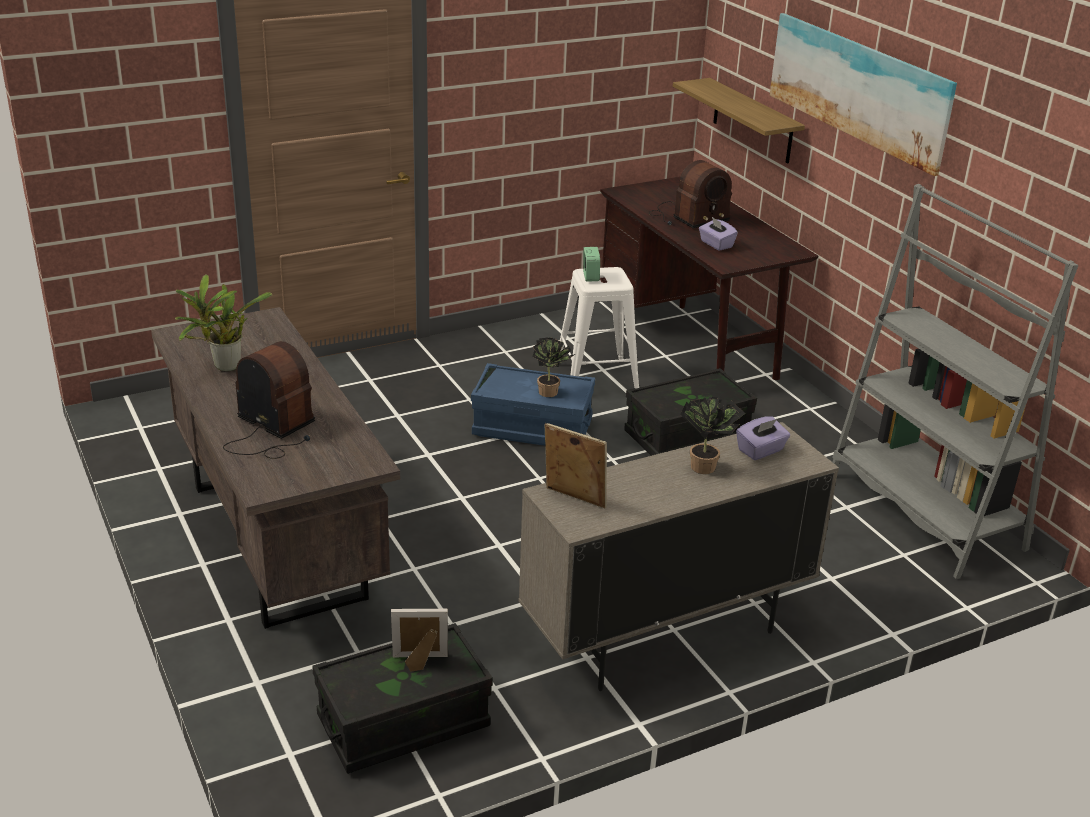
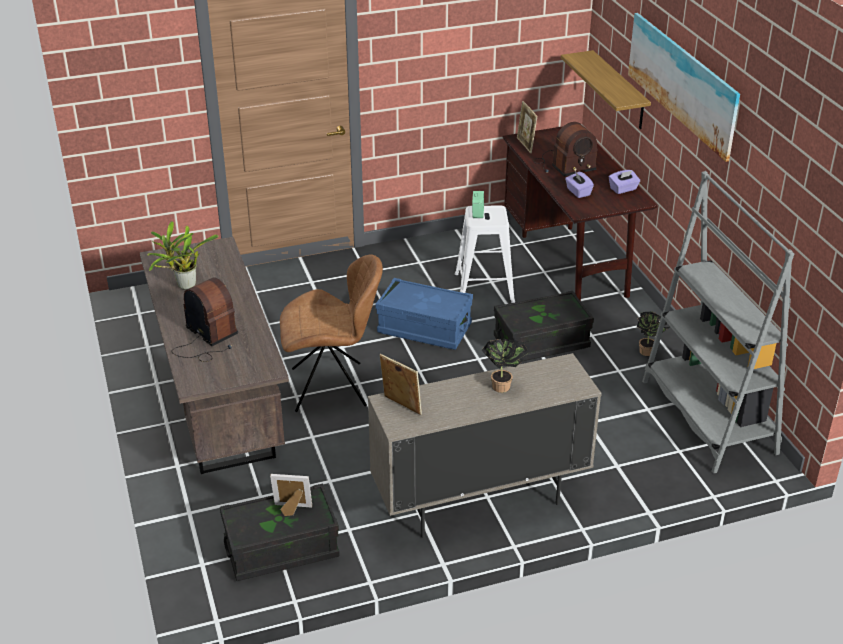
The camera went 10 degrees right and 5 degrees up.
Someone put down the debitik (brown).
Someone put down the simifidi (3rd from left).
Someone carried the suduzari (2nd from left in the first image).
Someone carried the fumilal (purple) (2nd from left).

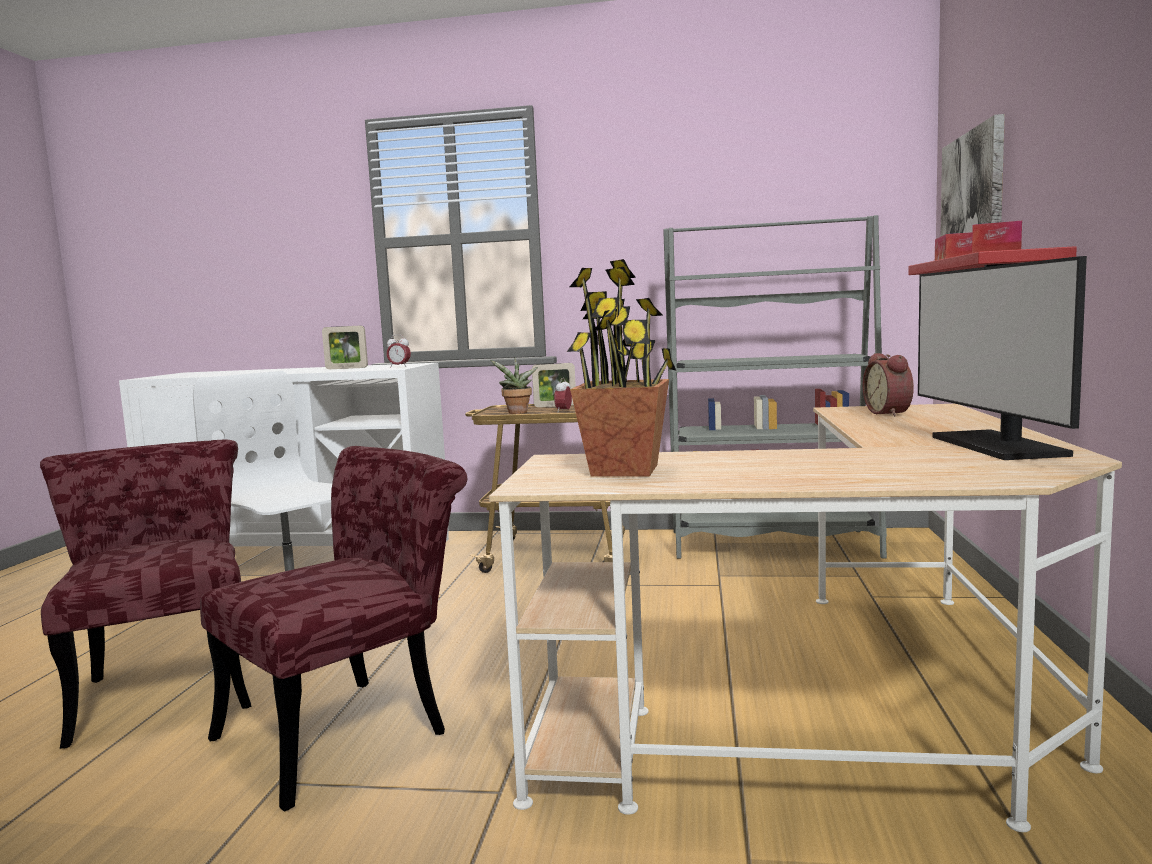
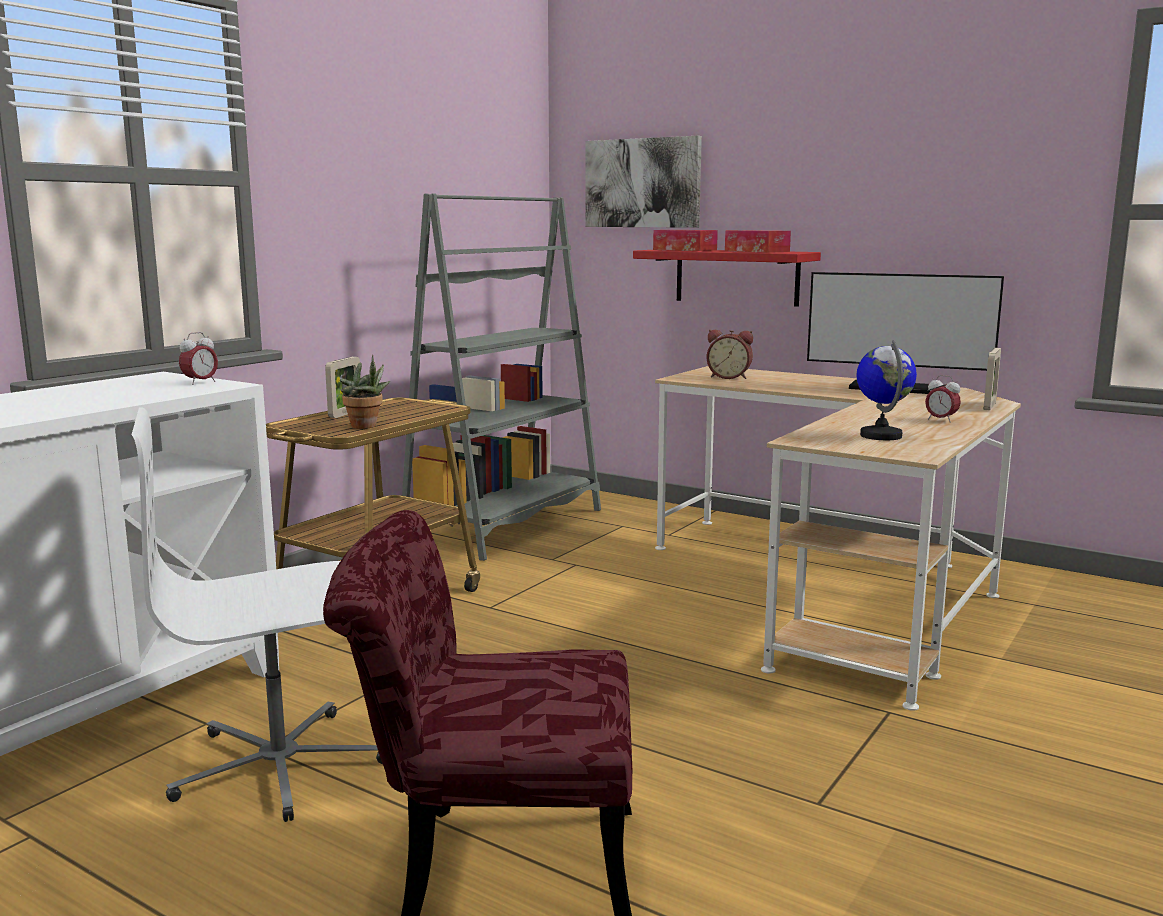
The camera went 65 degrees left and 5 degrees up.
Someone took away the debitik (red) (2nd from left).
Someone carried the simifidi (1st from left in the first image).
Someone carried the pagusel (2nd from left in the first image).
Someone swapped the suduzari (2nd from left) for the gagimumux.

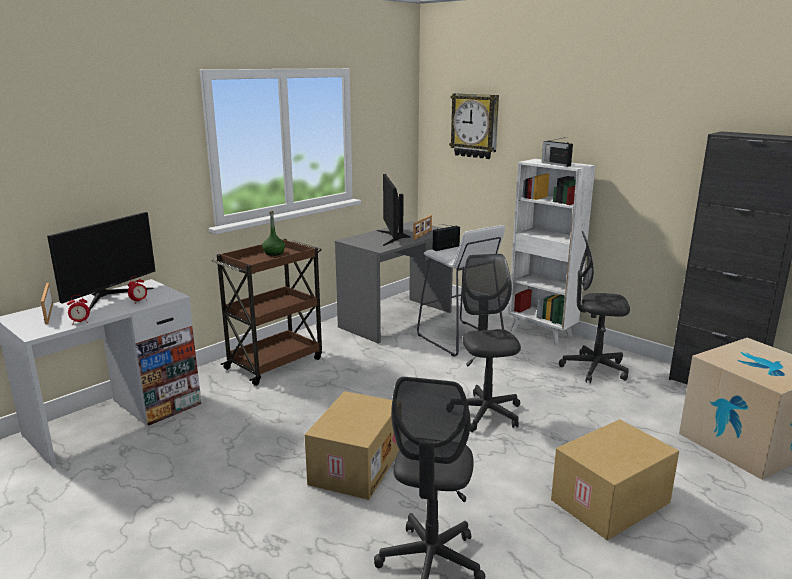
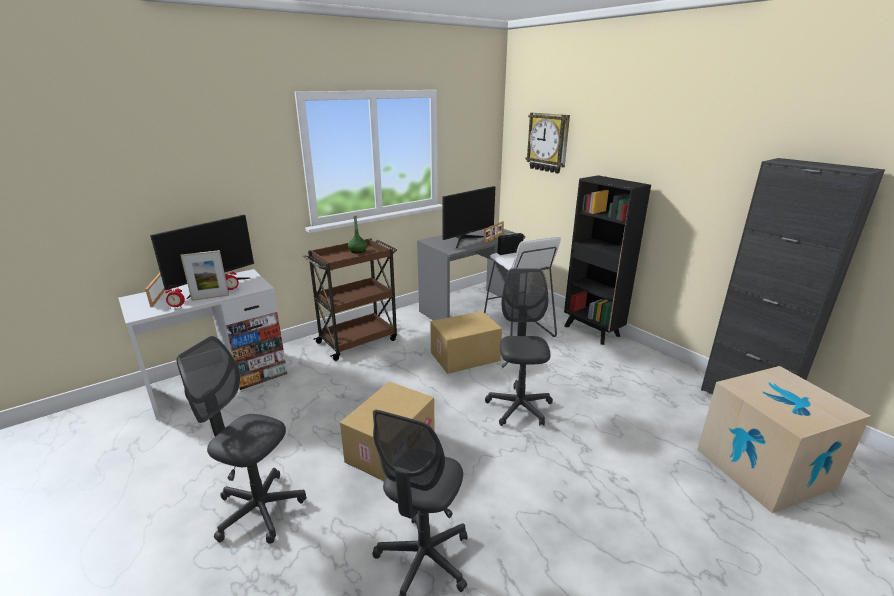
The camera went 10 degrees right and 5 degrees up.
Someone took away the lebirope (2nd from left).
Someone put down the simifidi (2nd from left).
Someone carried the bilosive (2nd from left).
Someone carried the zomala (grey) (3rd from left in the first image).
Someone repainted the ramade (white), which became the ramade (black).
Someone rotated the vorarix (2nd from left) by 135 degrees counterclockwise.

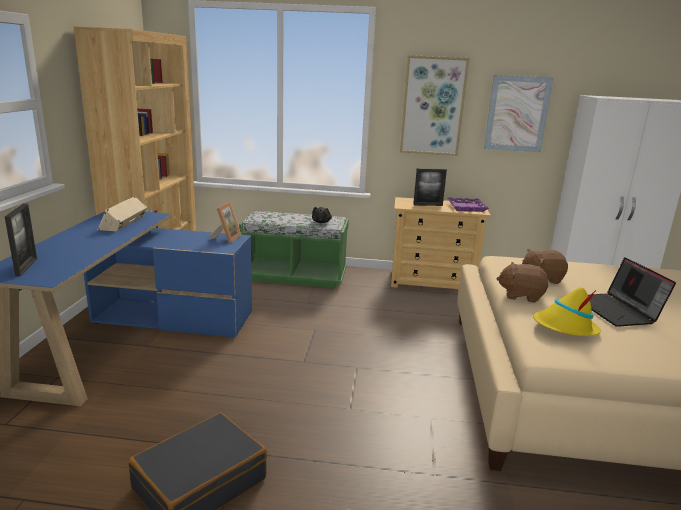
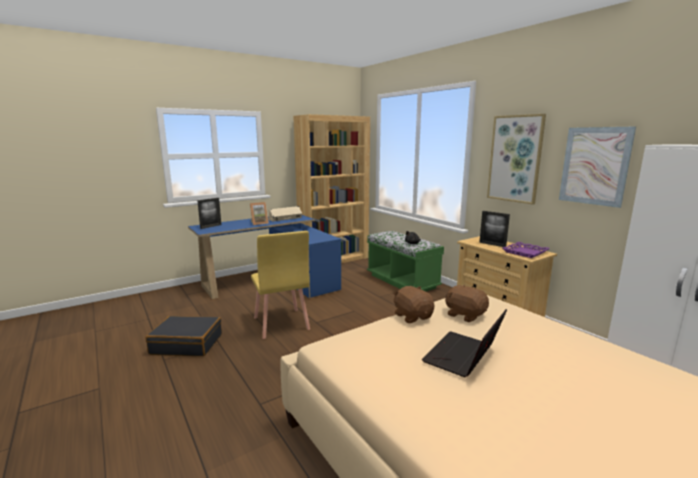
The camera went 50 degrees right and 5 degrees down.
Someone took away the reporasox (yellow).
Someone put down the debitik (yellow).
Someone carried the simifidi (2nd from left).

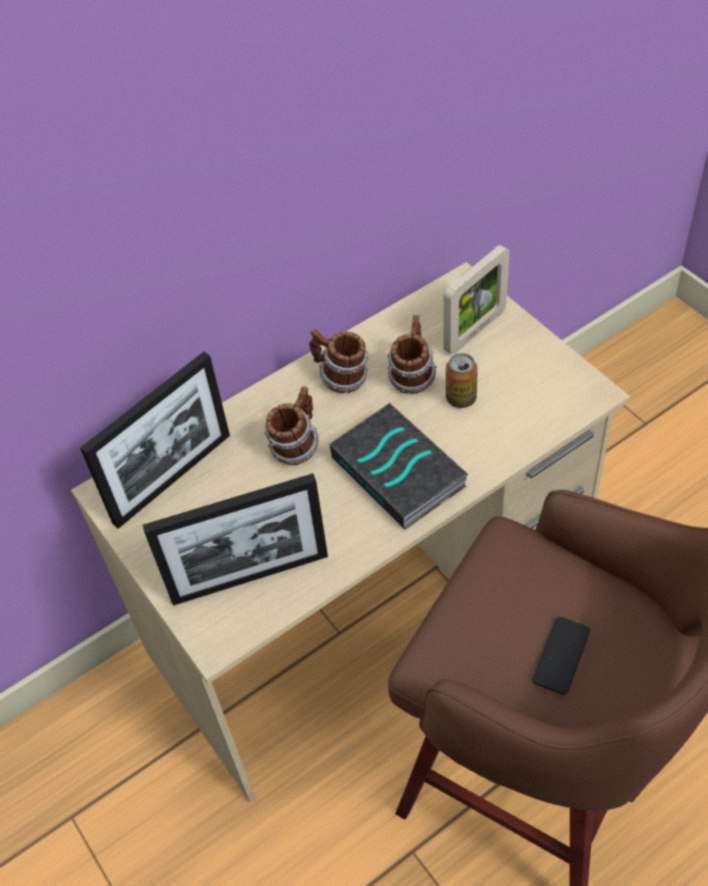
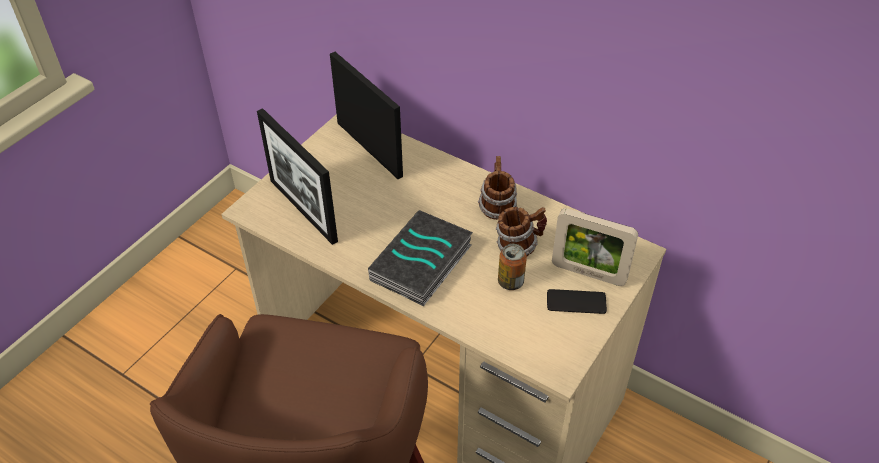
The camera went 65 degrees right and 5 degrees down.
Someone took away the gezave (1st from left).
Someone carried the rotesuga.
Someone rotated the simifidi (1st from left in the first image) by 150 degrees counterclockwise.

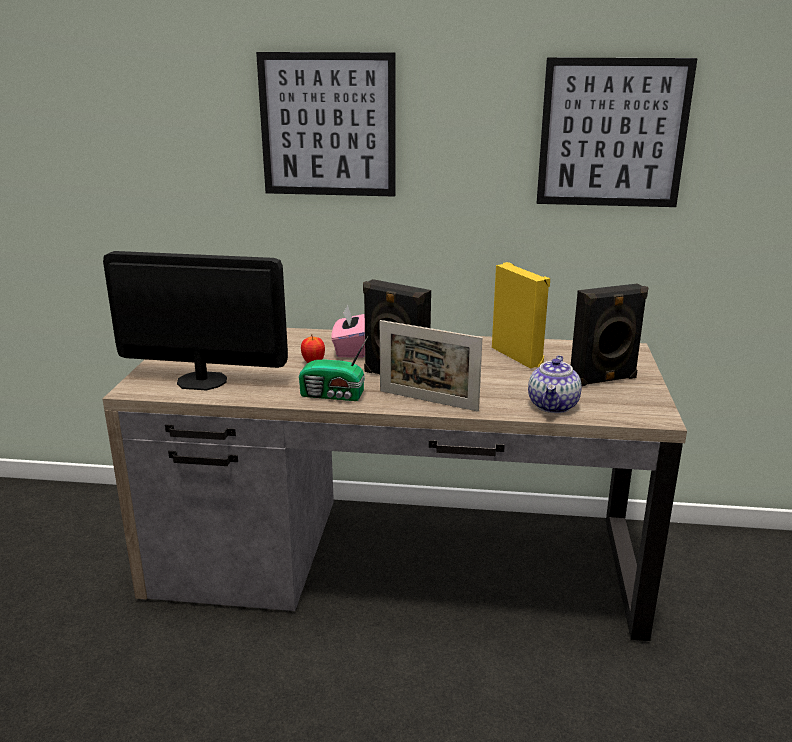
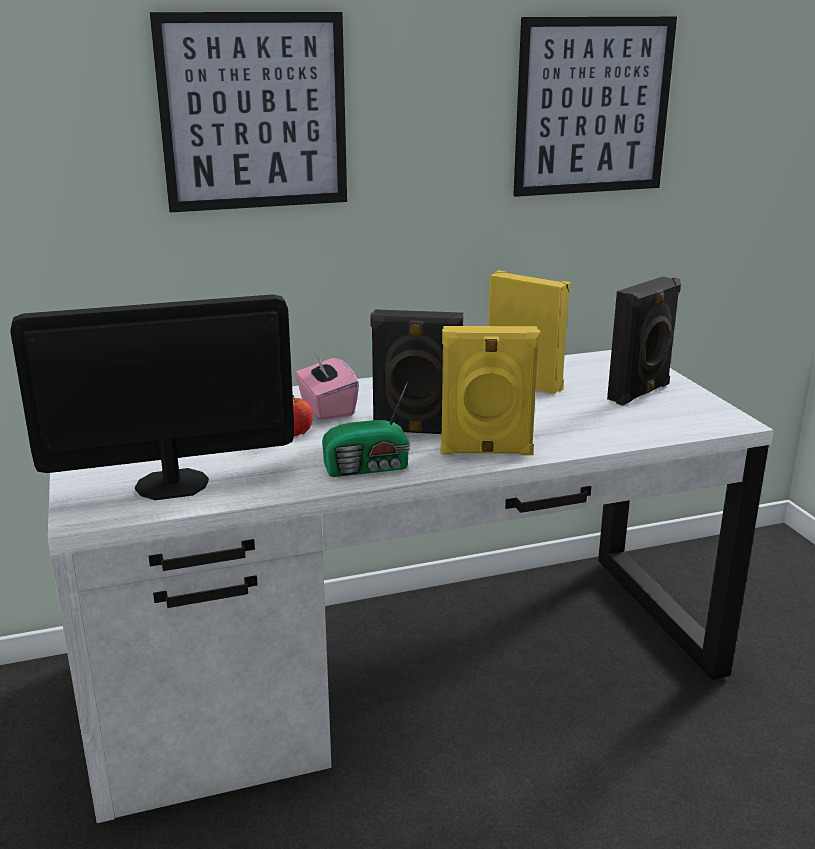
The camera went 25 degrees left and 0 degrees up.
Someone took away the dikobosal.
Someone swapped the simifidi for the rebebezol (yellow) (1st from left).
Someone repainted the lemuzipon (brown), which became the lemuzipon (white).

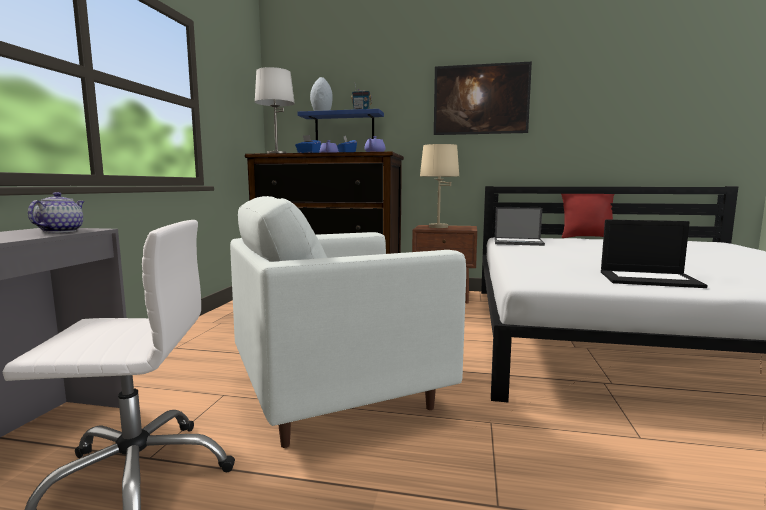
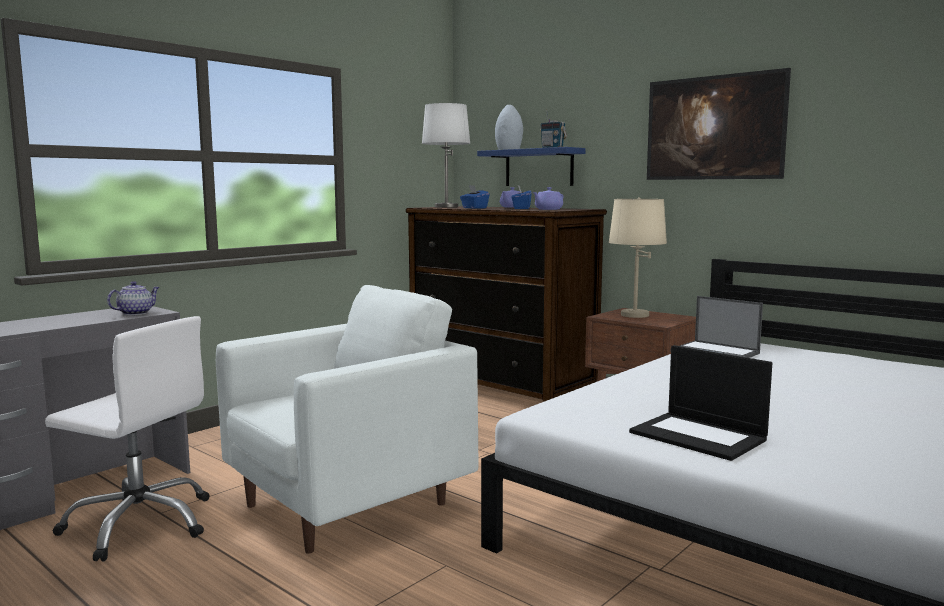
The camera went 30 degrees right and 0 degrees up.
Someone took away the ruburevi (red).
Someone rotated the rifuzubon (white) by 135 degrees clockwise.

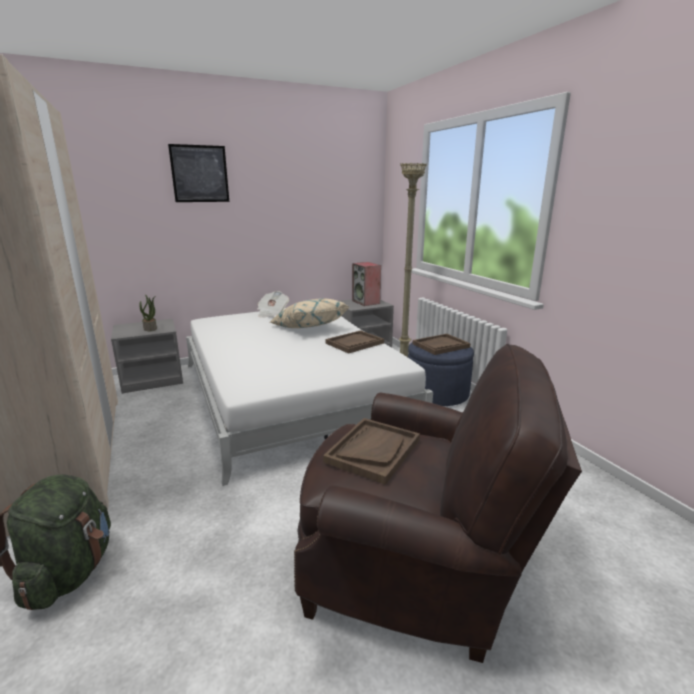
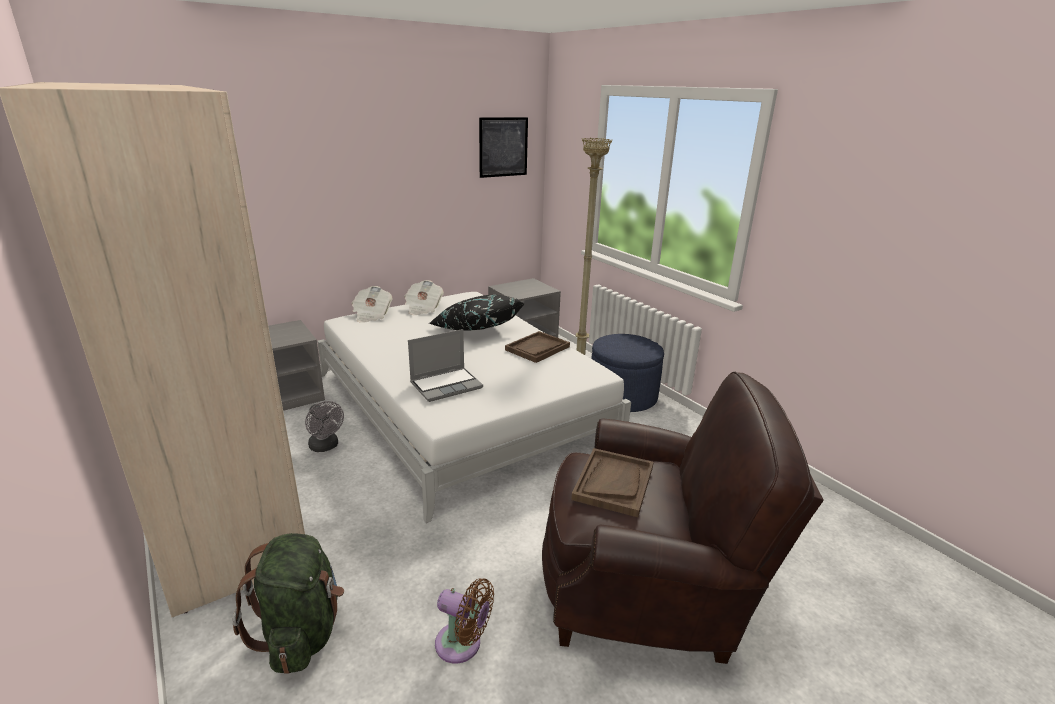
The camera went 10 degrees left and 5 degrees up.
Someone took away the suduzari.
Someone took away the rebebezol.
Someone took away the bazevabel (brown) (3rd from left).
Someone put down the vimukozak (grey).
Someone put down the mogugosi (1st from left).
Someone put down the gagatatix.
Someone put down the vimukozak (brown).
Someone carried the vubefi.
Someone repainted the ruburevi (beige), which became the ruburevi (black).

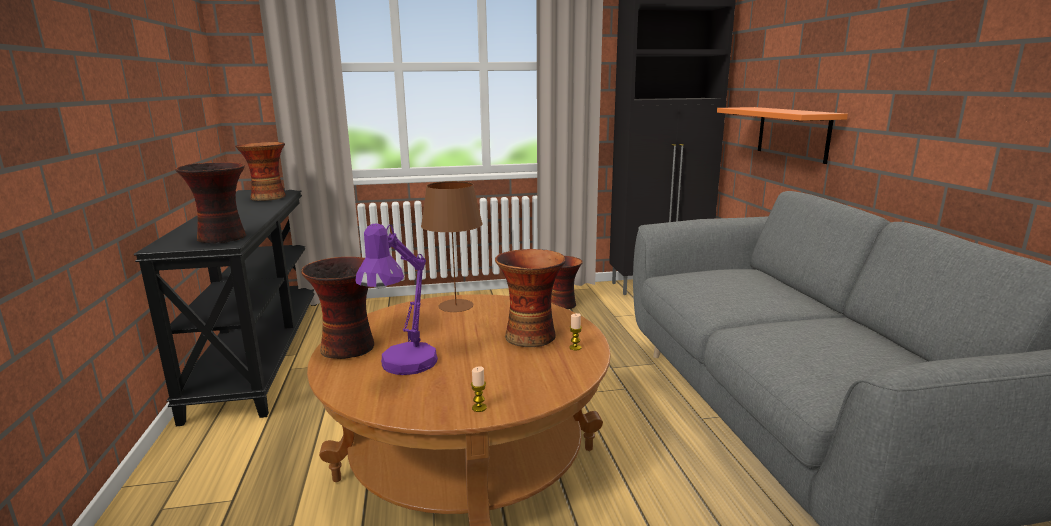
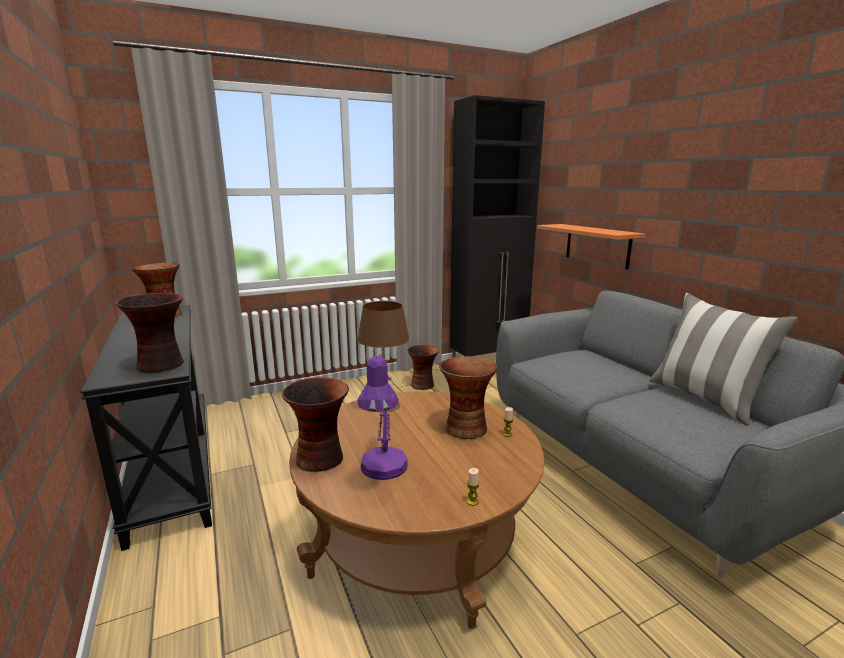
The camera went 15 degrees left and 0 degrees up.
Someone put down the ruburevi.

